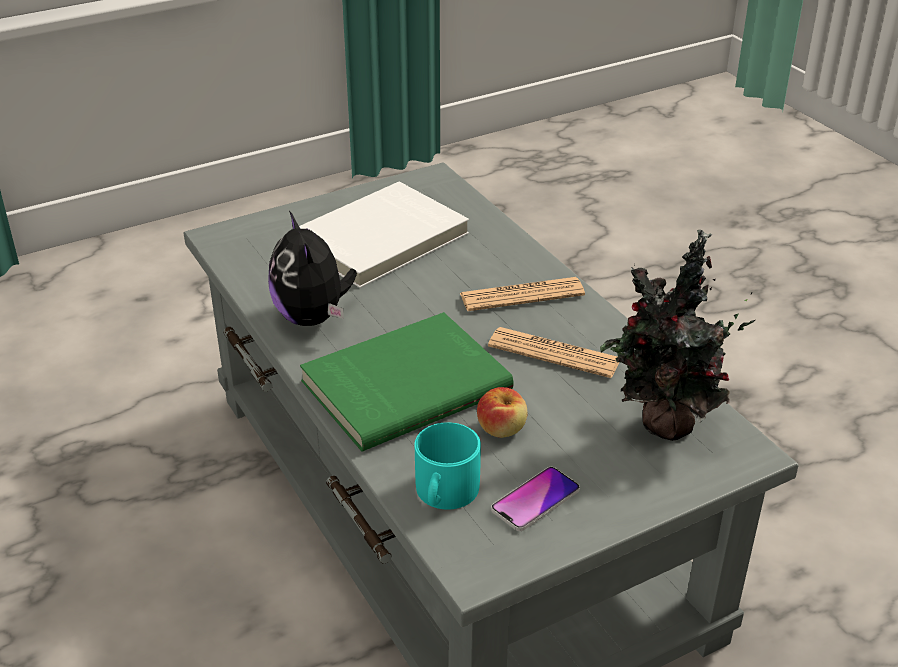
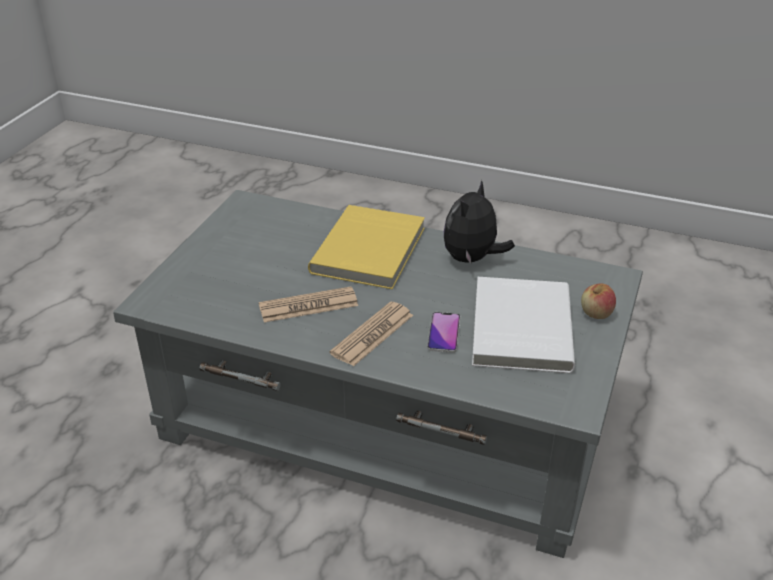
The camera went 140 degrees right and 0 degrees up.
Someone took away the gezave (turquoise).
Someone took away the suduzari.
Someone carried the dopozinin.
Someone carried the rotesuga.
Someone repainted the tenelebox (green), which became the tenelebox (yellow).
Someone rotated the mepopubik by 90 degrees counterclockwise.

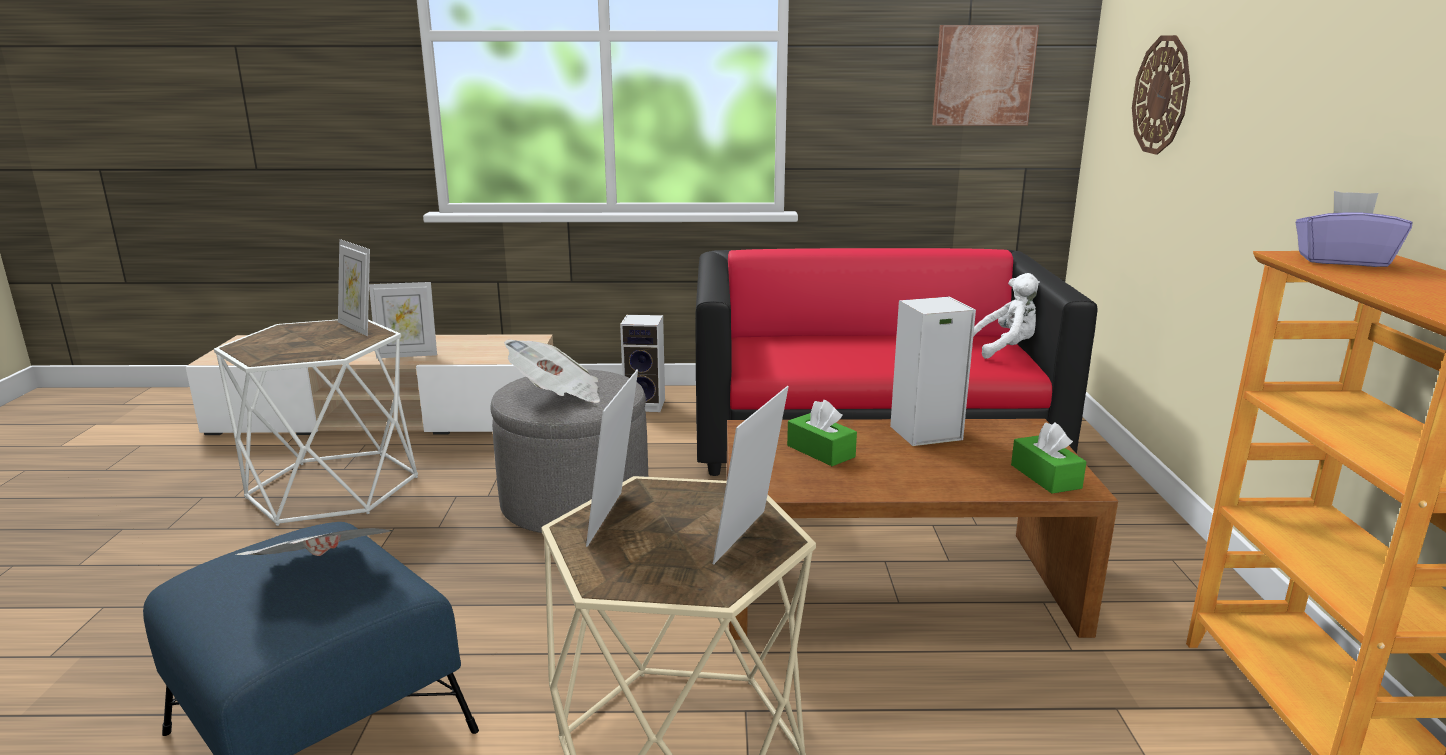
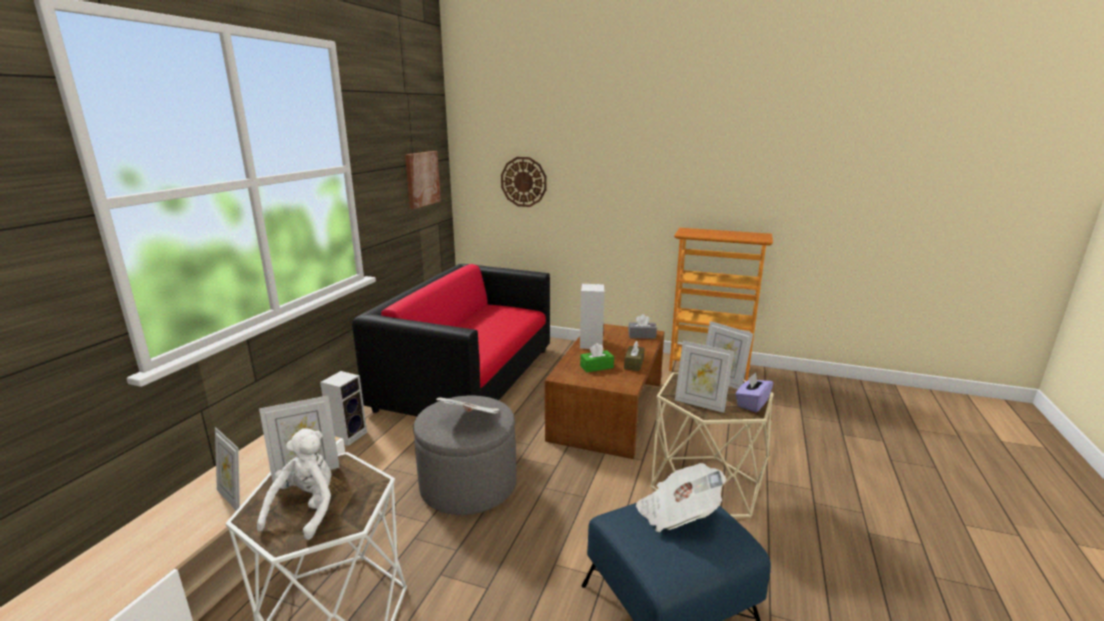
The camera went 70 degrees left and 0 degrees up.
Someone put down the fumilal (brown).
Someone carried the mepopubik (white).
Someone carried the fumilal (purple).
Someone repainted the fumilal (green) (2nd from left), which became the fumilal (grey).
Someone rotated the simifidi (2nd from left in the first image) by 120 degrees clockwise.

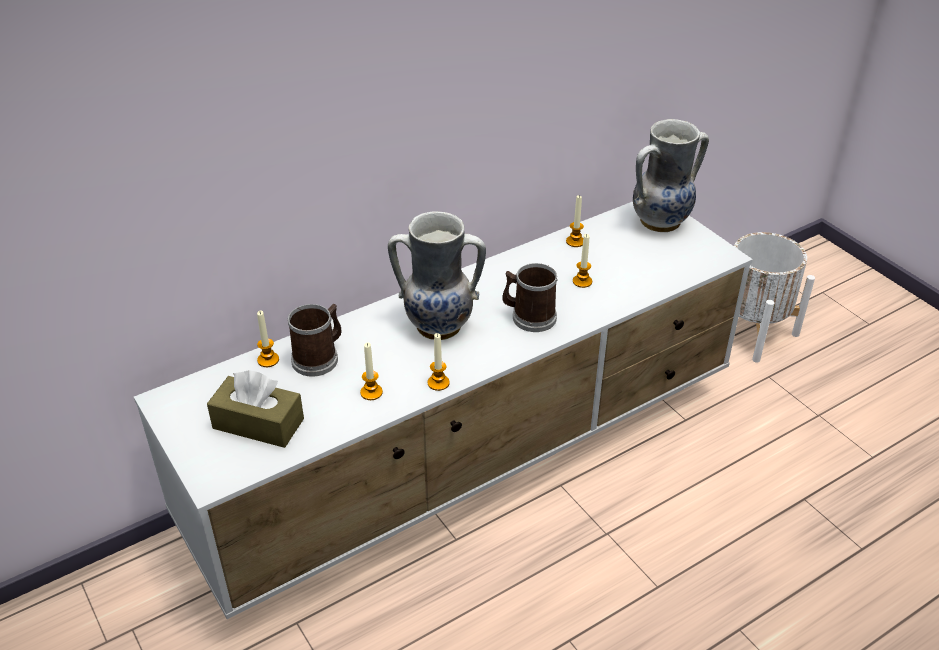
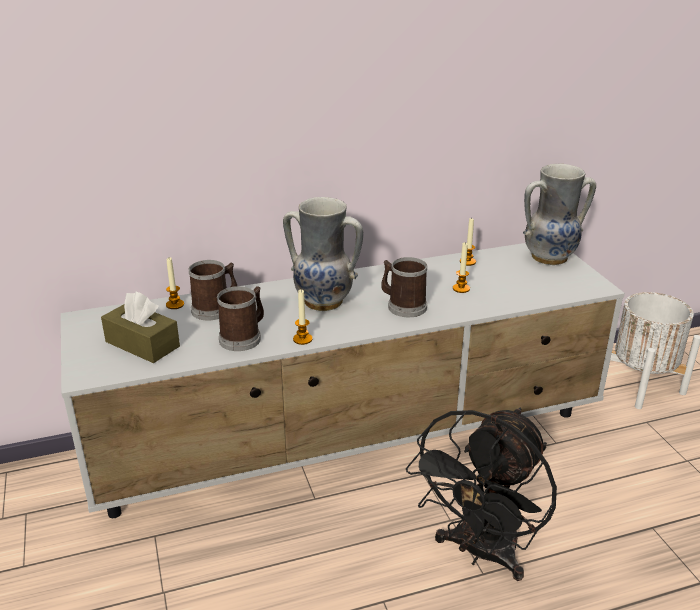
The camera went 15 degrees right and 10 degrees down.
Someone put down the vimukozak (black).
Someone swapped the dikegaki (2nd from left) for the gezave (2nd from left).

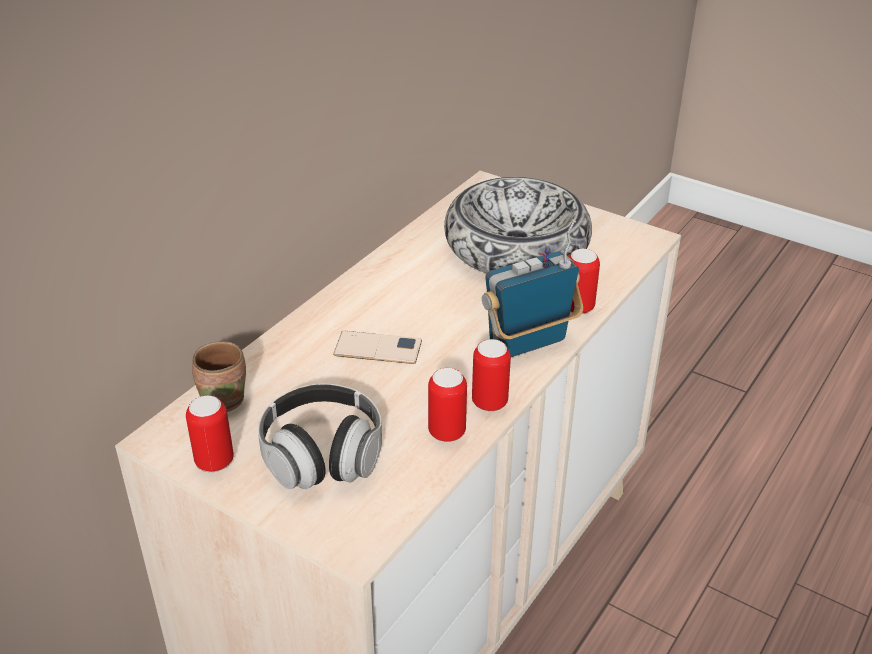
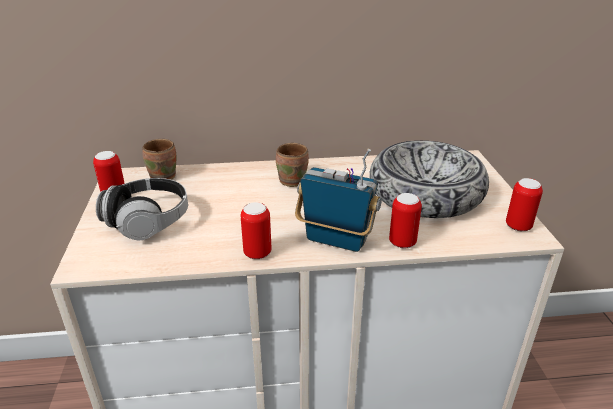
The camera went 50 degrees right and 5 degrees down.
Someone took away the rotesuga.
Someone put down the gezave (brown) (2nd from left).
Someone carried the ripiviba (2nd from left in the first image).

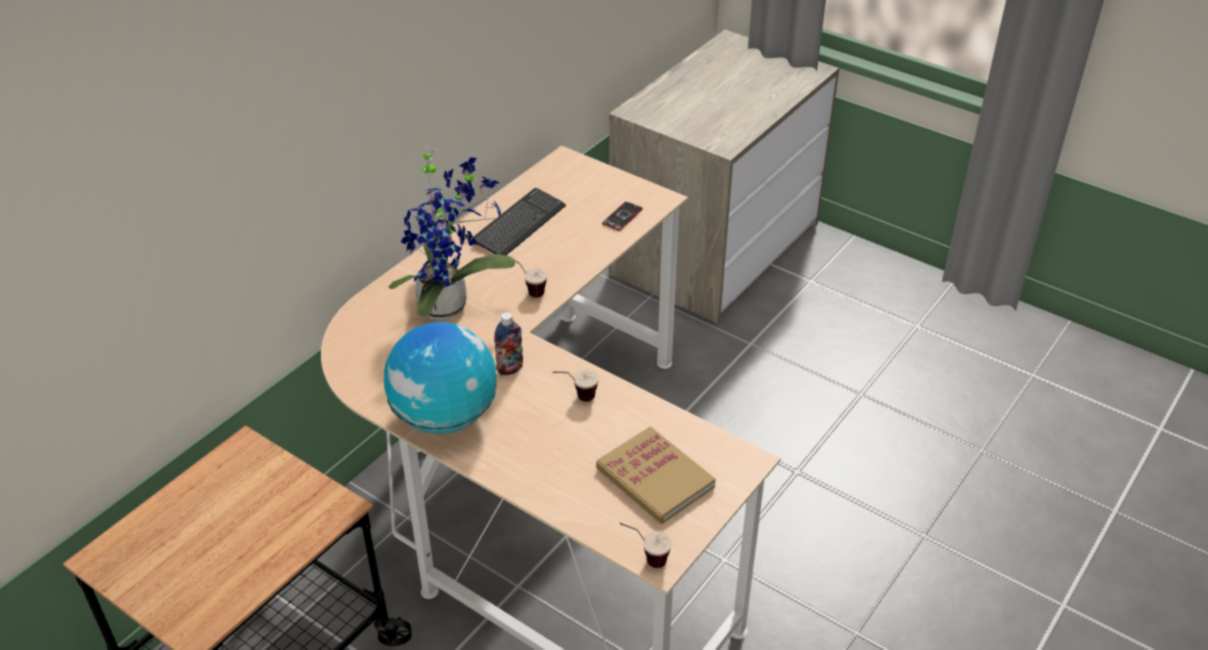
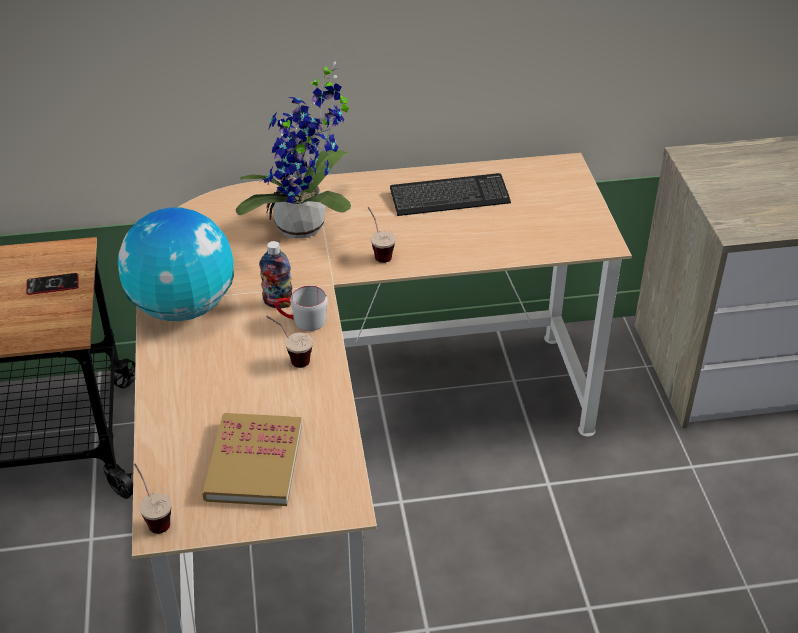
The camera went 45 degrees right and 0 degrees up.
Someone put down the gezave (grey).
Someone carried the rotesuga.

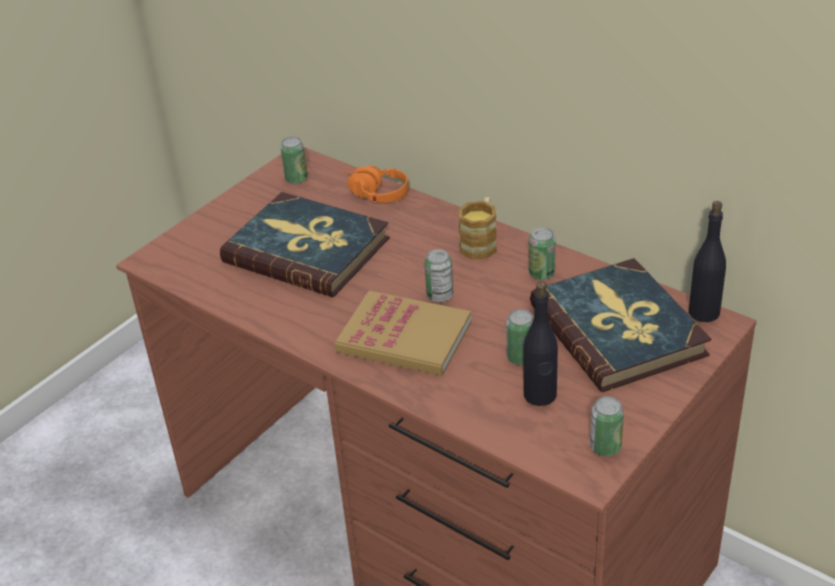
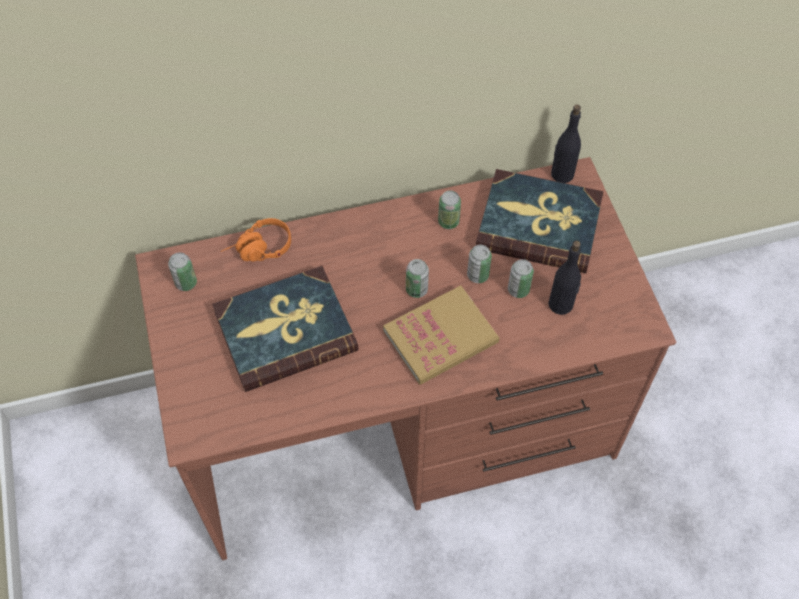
The camera went 55 degrees left and 20 degrees up.
Someone took away the gezave.
Someone carried the ripiviba (5th from left in the first image).

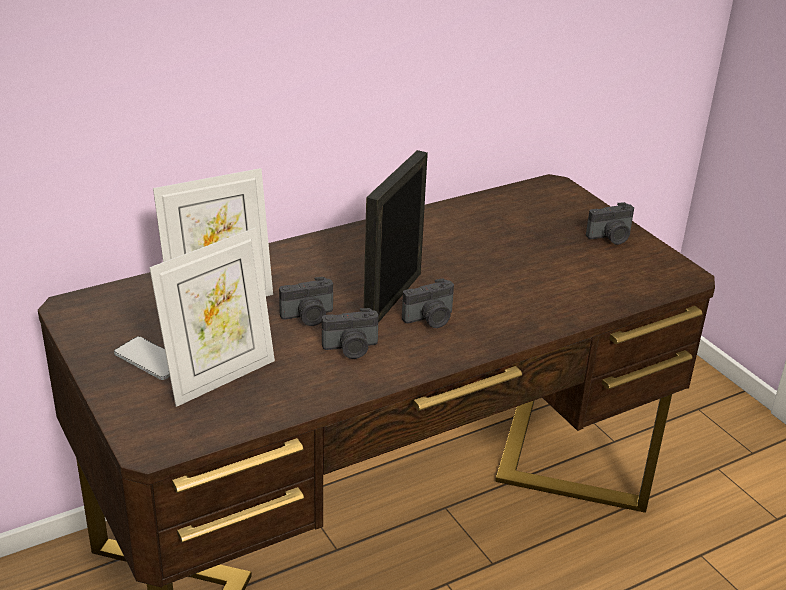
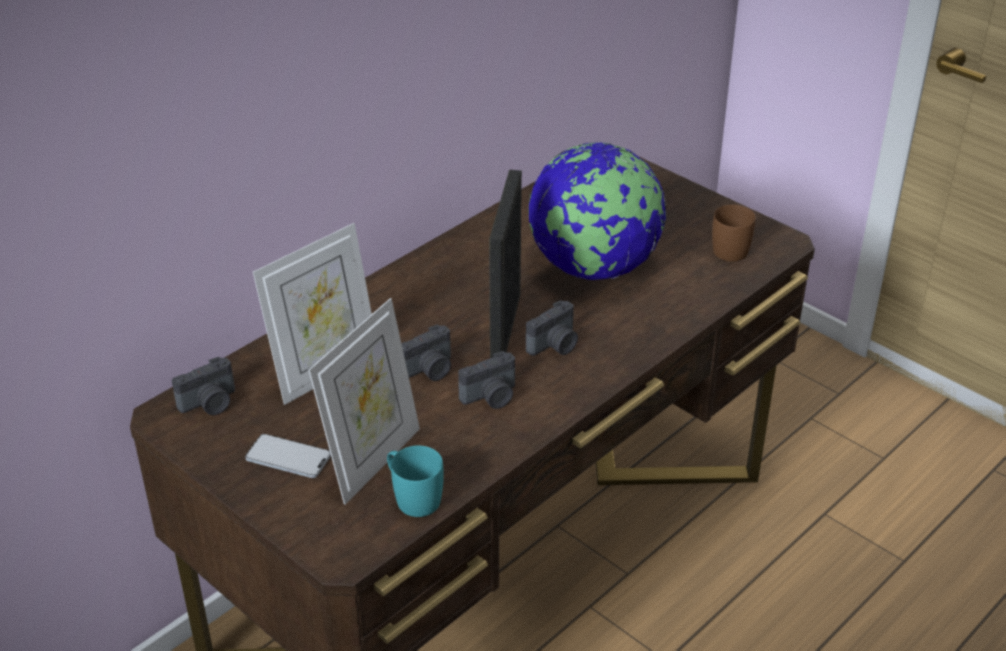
The camera went 15 degrees left and 5 degrees up.
Someone put down the gezave (turquoise).
Someone put down the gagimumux.
Someone put down the gezave (brown).
Someone carried the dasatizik (4th from left in the first image).

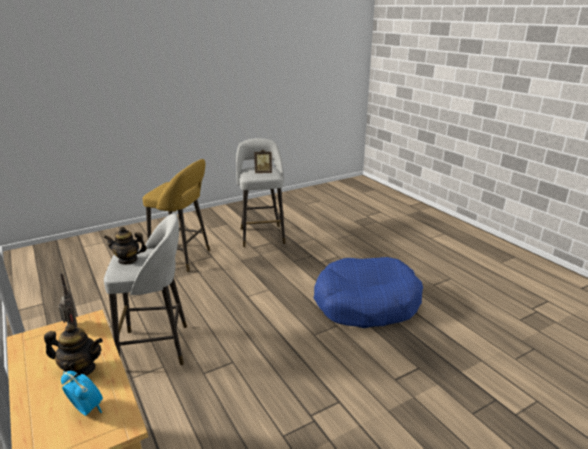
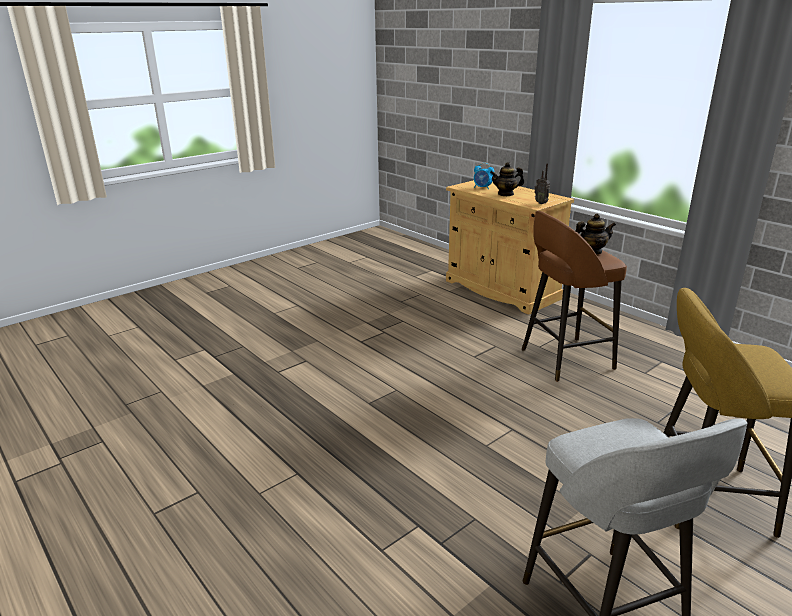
The camera went 170 degrees right and 0 degrees up.
Someone took away the simifidi.
Someone took away the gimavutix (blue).
Someone repainted the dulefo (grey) (1st from left), which became the dulefo (brown).

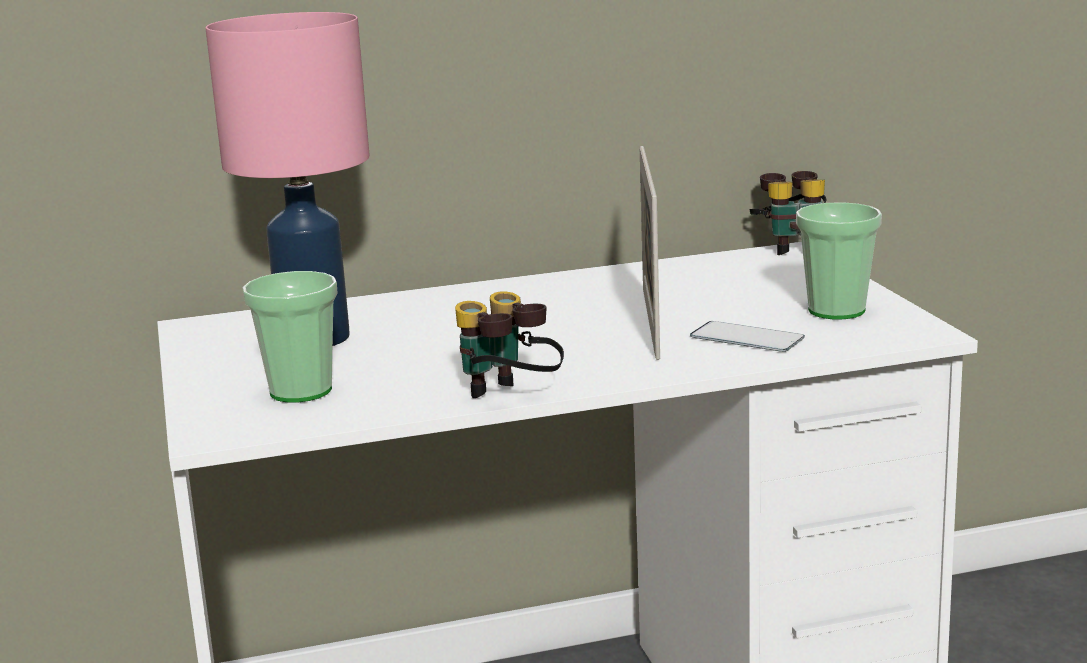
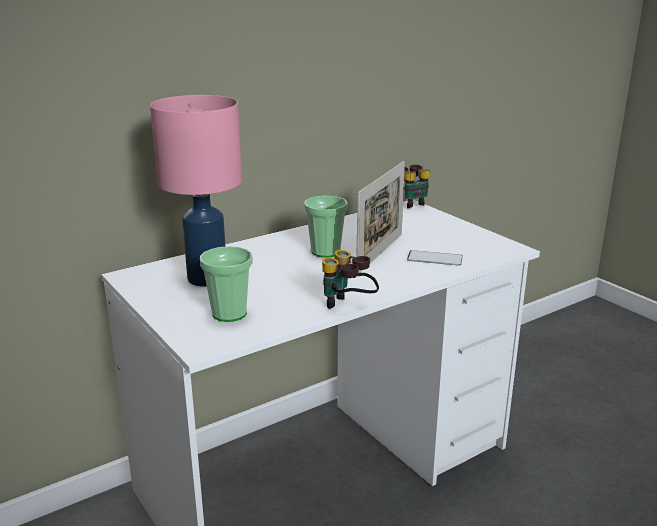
The camera went 20 degrees left and 5 degrees up.
Someone carried the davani (2nd from left).
Someone rotated the simifidi by 135 degrees counterclockwise.

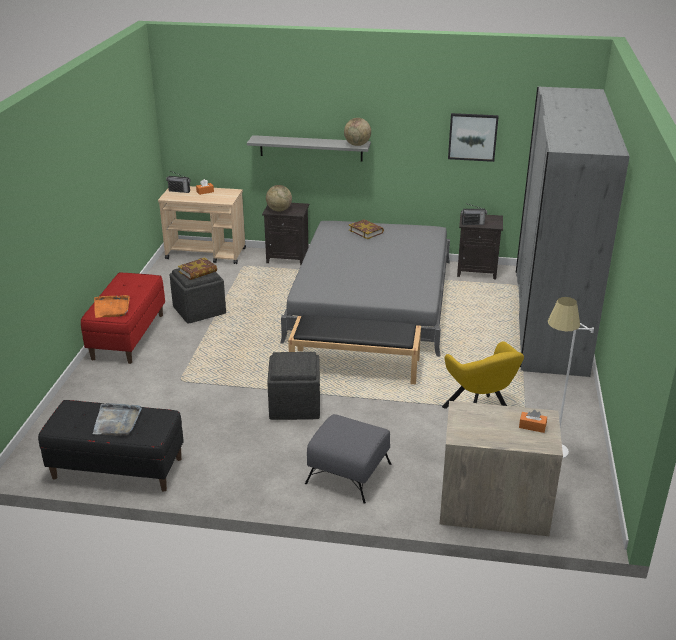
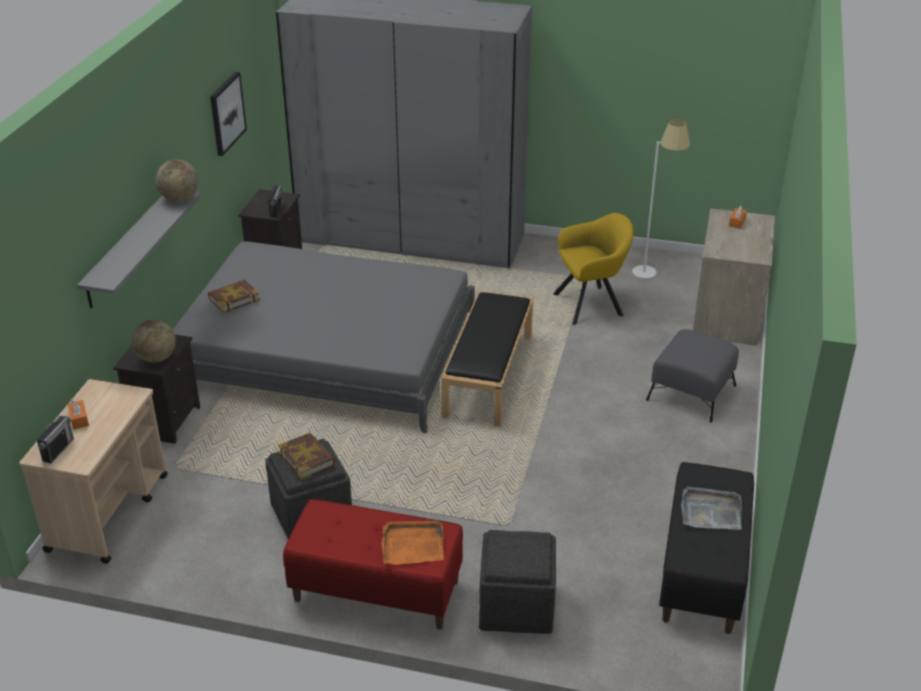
The camera went 85 degrees left and 5 degrees up.
Someone carried the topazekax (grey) (2nd from left).

